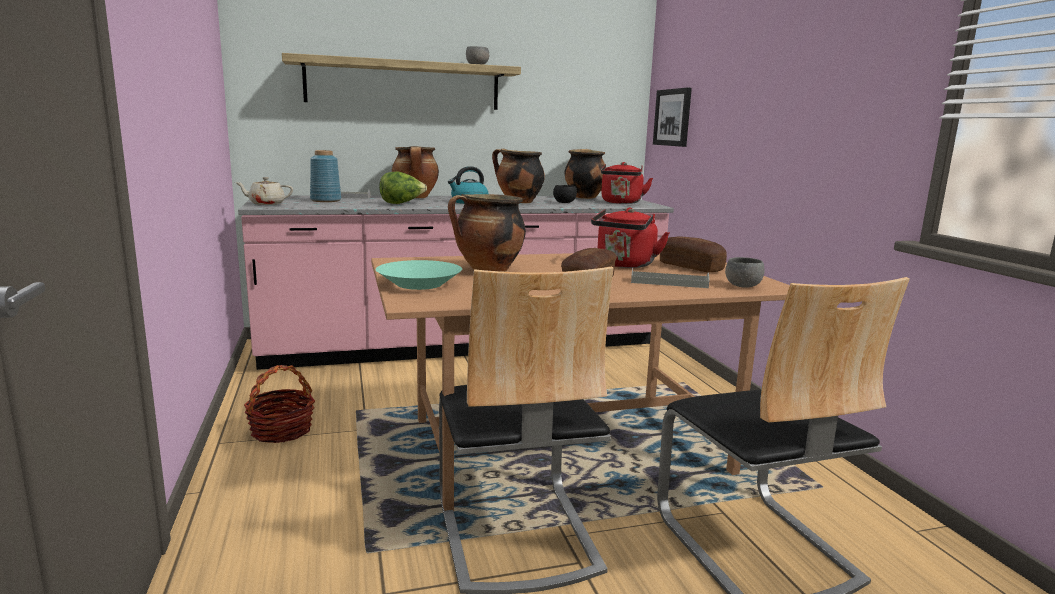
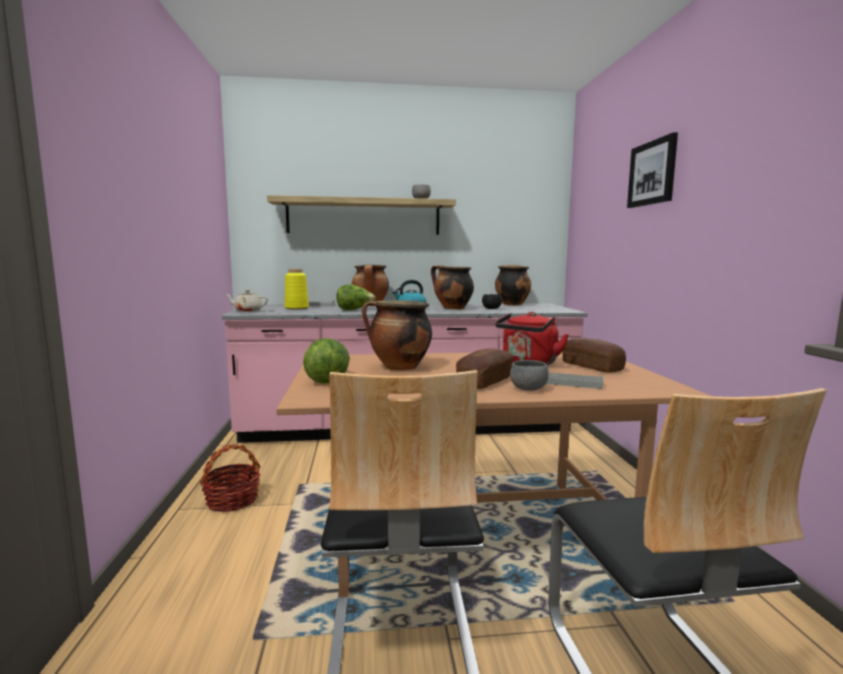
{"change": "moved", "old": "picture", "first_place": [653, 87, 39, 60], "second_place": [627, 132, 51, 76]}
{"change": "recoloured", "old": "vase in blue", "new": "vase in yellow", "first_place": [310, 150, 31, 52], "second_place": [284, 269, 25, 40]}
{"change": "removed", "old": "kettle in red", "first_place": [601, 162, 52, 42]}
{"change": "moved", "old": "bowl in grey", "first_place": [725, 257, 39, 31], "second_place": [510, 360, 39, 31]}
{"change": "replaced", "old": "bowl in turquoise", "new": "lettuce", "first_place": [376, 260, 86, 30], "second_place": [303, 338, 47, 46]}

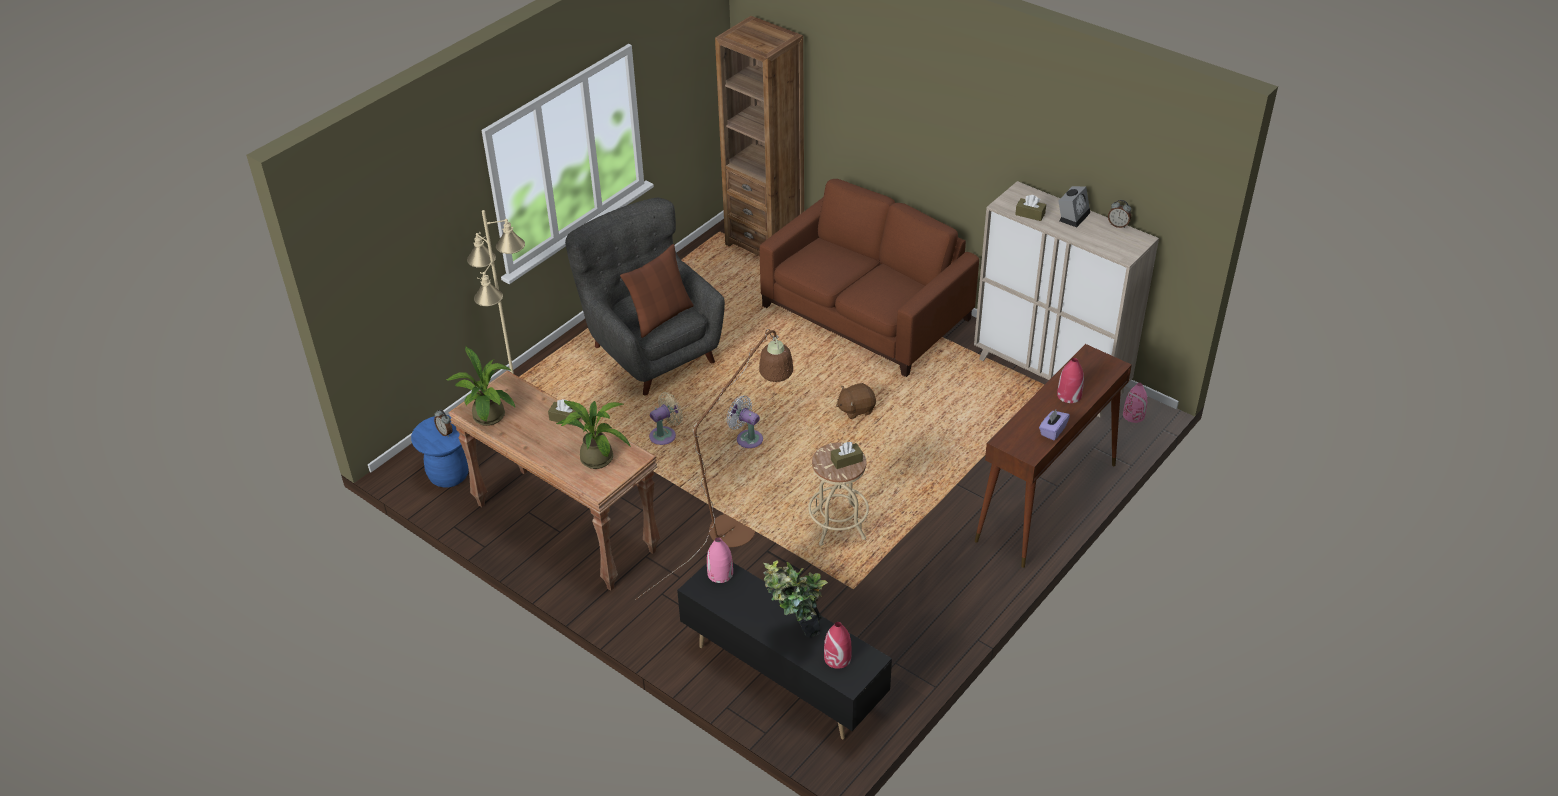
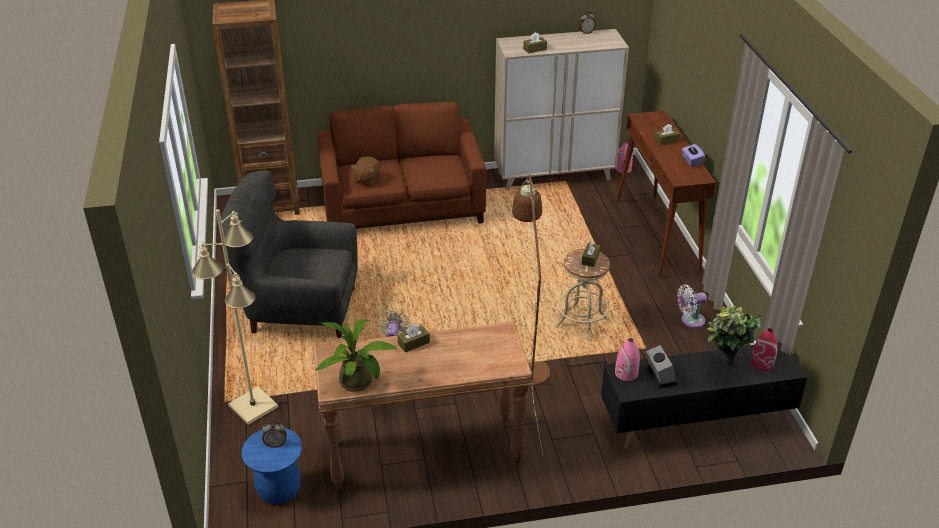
{"change": "moved", "old": "alarm clock", "first_place": [1059, 186, 31, 41], "second_place": [646, 345, 31, 44]}
{"change": "removed", "old": "pillow in brown", "first_place": [620, 244, 74, 94]}
{"change": "replaced", "old": "vase in red", "new": "tissue box in brown", "first_place": [1057, 358, 27, 45], "second_place": [654, 124, 26, 22]}
{"change": "moved", "old": "plush toy in brown", "first_place": [836, 383, 40, 36], "second_place": [350, 157, 31, 29]}
{"change": "moved", "old": "fan in white", "first_place": [726, 395, 37, 53], "second_place": [677, 285, 30, 43]}
{"change": "removed", "old": "potted plant", "first_place": [556, 400, 75, 69]}

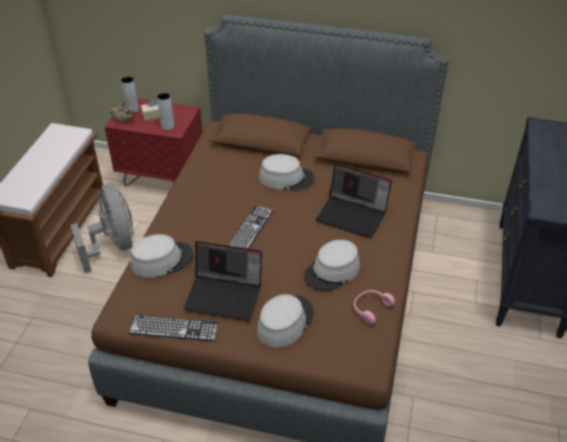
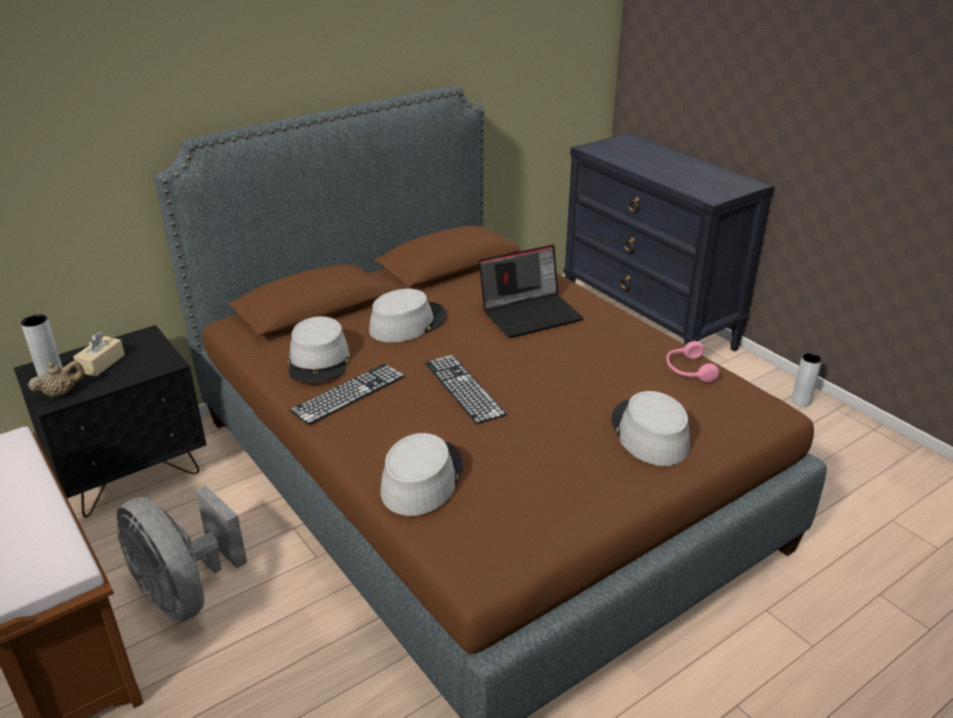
{"change": "moved", "old": "vase in grey", "first_place": [157, 93, 17, 37], "second_place": [791, 353, 31, 54]}
{"change": "recoloured", "old": "nightstand in red", "new": "nightstand in black", "first_place": [105, 98, 97, 88], "second_place": [14, 325, 193, 192]}
{"change": "turned", "old": "fan in grey", "first_place": [71, 184, 63, 89], "second_place": [117, 485, 130, 138], "degrees": -150}
{"change": "moved", "old": "hat in grey", "first_place": [304, 240, 56, 51], "second_place": [288, 316, 62, 67]}
{"change": "removed", "old": "laptop", "first_place": [184, 241, 78, 79]}
{"change": "moved", "old": "keyboard", "first_place": [129, 315, 89, 26], "second_place": [290, 364, 115, 61]}

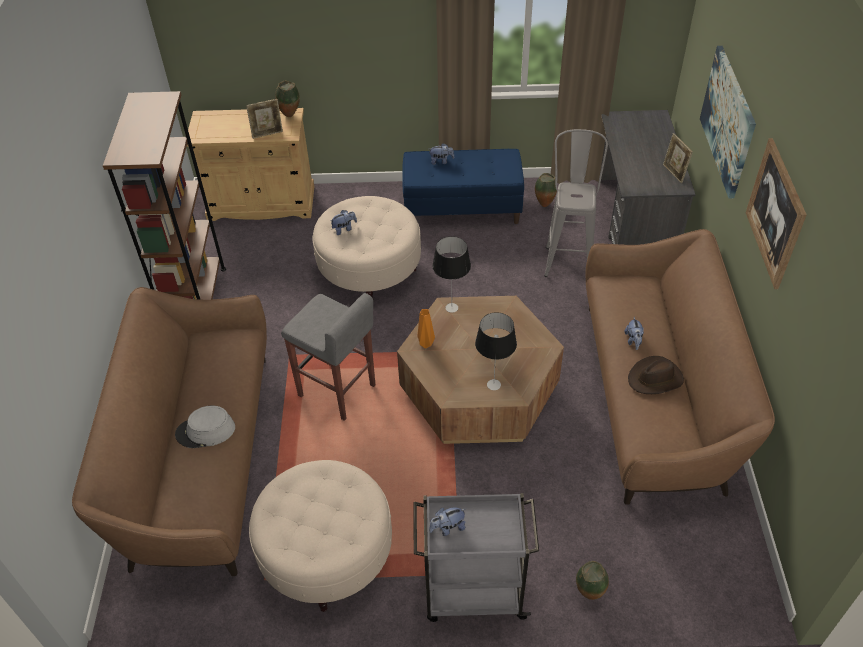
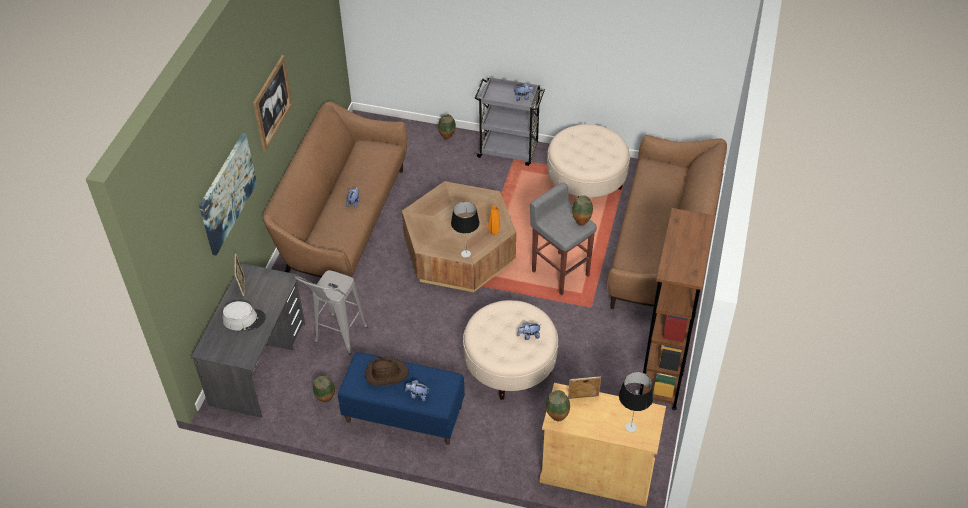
{"change": "moved", "old": "table lamp", "first_place": [475, 312, 42, 78], "second_place": [619, 372, 34, 60]}
{"change": "moved", "old": "hat in brown", "first_place": [628, 356, 56, 38], "second_place": [365, 357, 44, 29]}
{"change": "moved", "old": "hat in grey", "first_place": [175, 406, 60, 42], "second_place": [223, 301, 43, 30]}
{"change": "added", "new": "vase", "second_place": [572, 195, 21, 31]}

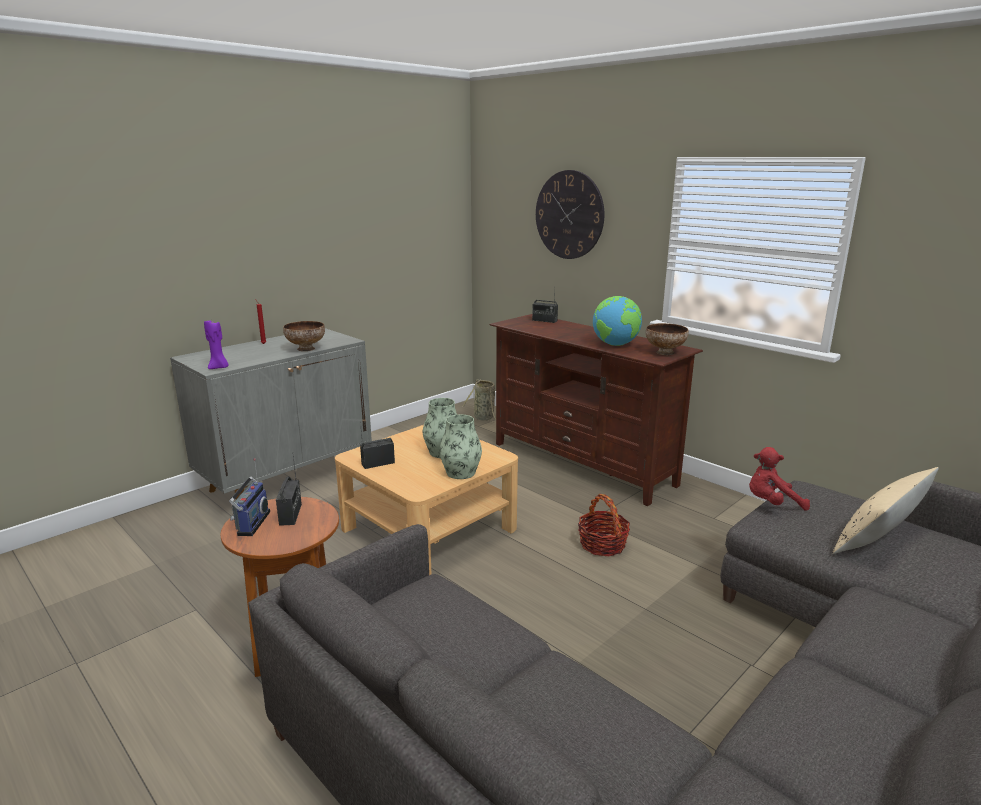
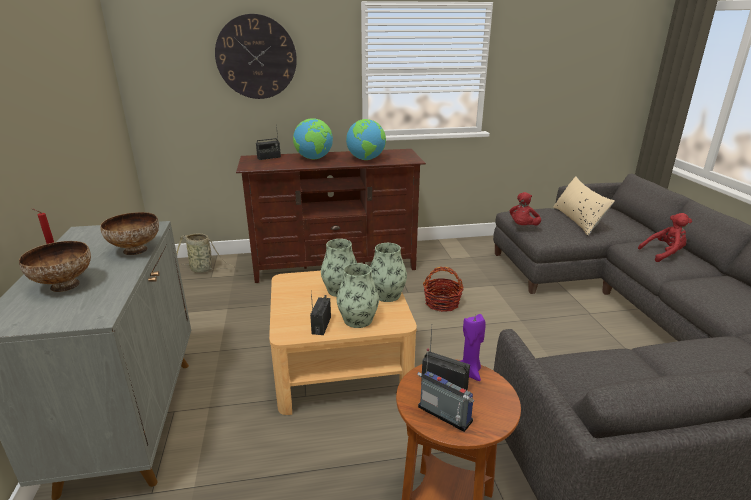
{"change": "moved", "old": "candle in purple", "first_place": [204, 318, 25, 51], "second_place": [461, 314, 25, 67]}
{"change": "moved", "old": "bowl", "first_place": [646, 323, 43, 32], "second_place": [19, 241, 72, 51]}
{"change": "added", "new": "globe", "second_place": [293, 118, 40, 41]}
{"change": "added", "new": "plush toy in red", "second_place": [638, 213, 54, 49]}
{"change": "added", "new": "vase", "second_place": [337, 263, 42, 65]}

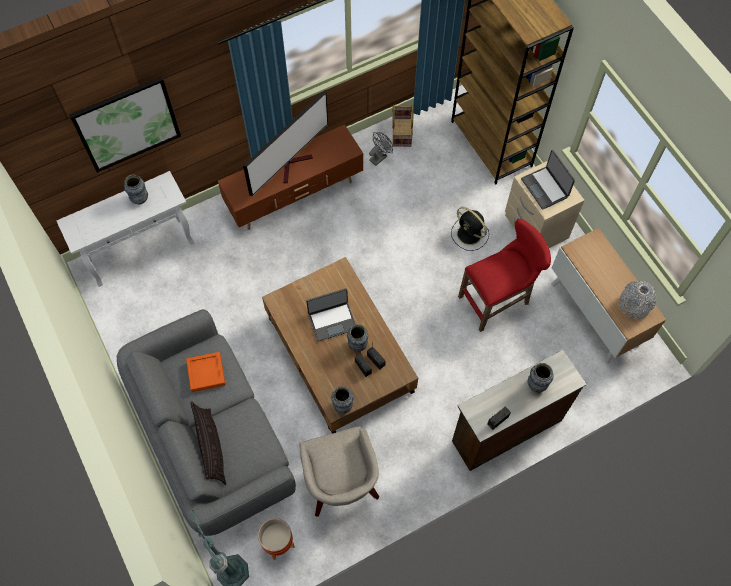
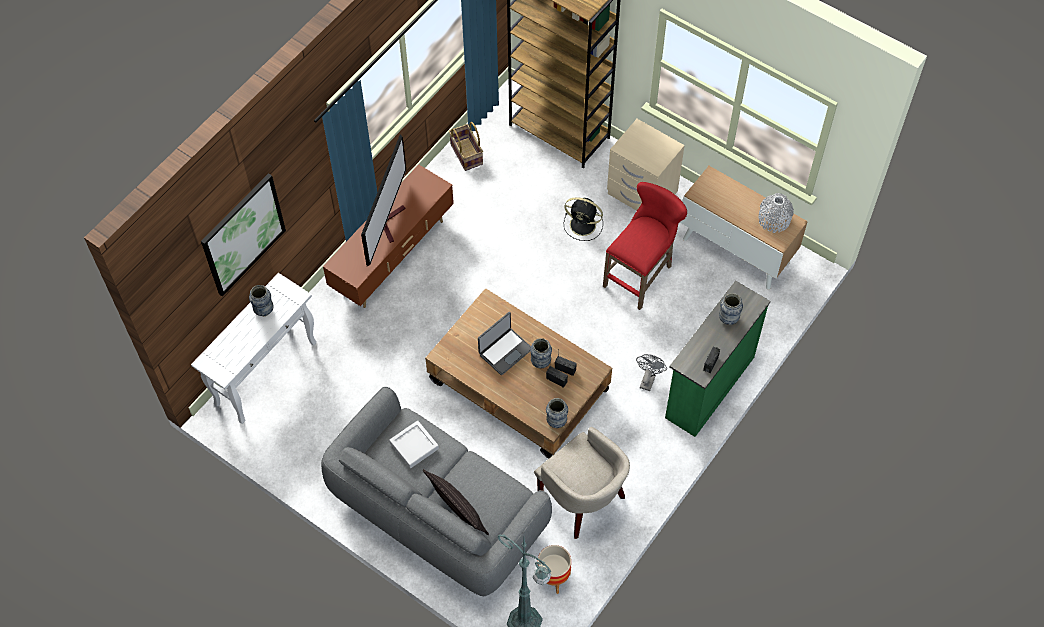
{"change": "moved", "old": "fan in grey", "first_place": [369, 132, 24, 34], "second_place": [636, 354, 31, 37]}
{"change": "removed", "old": "laptop", "first_place": [521, 150, 54, 60]}
{"change": "recoloured", "old": "dresser in brown", "new": "dresser in green", "first_place": [452, 350, 135, 121], "second_place": [665, 280, 106, 157]}
{"change": "recoloured", "old": "tray in orange", "new": "tray in grey", "first_place": [186, 352, 40, 40], "second_place": [389, 420, 50, 48]}

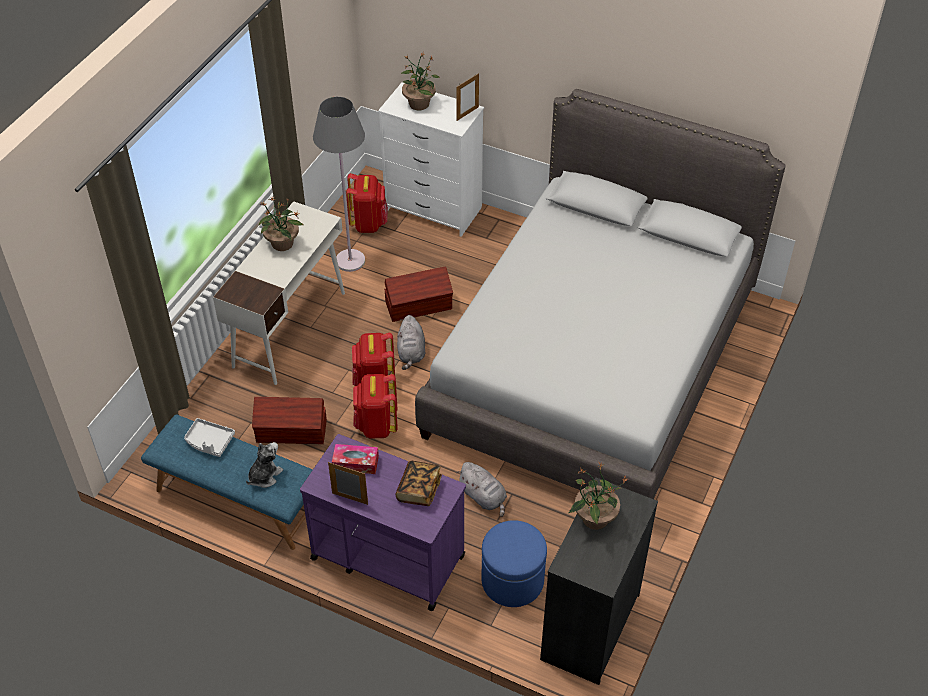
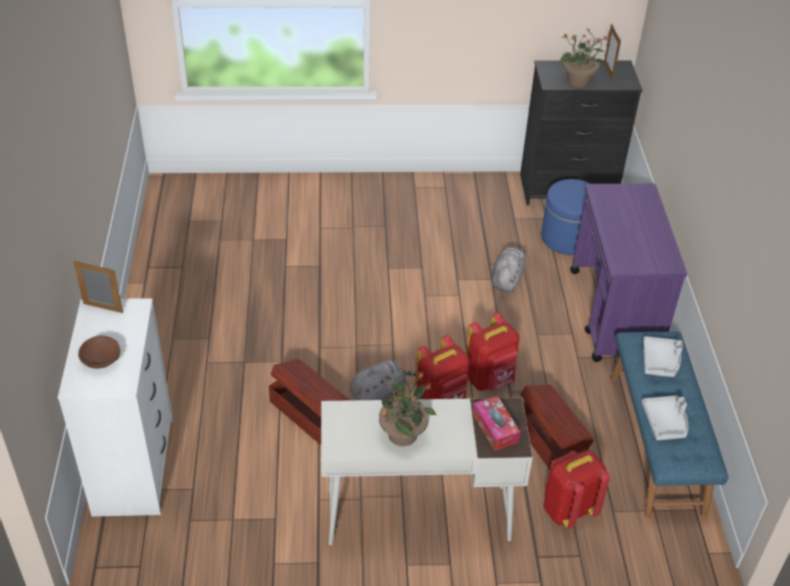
{"change": "replaced", "old": "potted plant", "new": "bowl in brown", "first_place": [401, 53, 39, 57], "second_place": [78, 336, 42, 33]}
{"change": "removed", "old": "bed in grey", "first_place": [415, 89, 371, 410]}
{"change": "removed", "old": "floor lamp in grey", "first_place": [313, 97, 52, 175]}
{"change": "moved", "old": "backpack in red", "first_place": [346, 173, 42, 60], "second_place": [543, 451, 67, 78]}
{"change": "replaced", "old": "plush toy", "new": "tray in grey", "first_place": [246, 442, 37, 46], "second_place": [643, 336, 40, 41]}
{"change": "moved", "old": "tissue box", "first_place": [332, 444, 47, 30], "second_place": [473, 396, 47, 54]}
{"change": "removed", "old": "book", "first_place": [396, 461, 46, 45]}
{"change": "moved", "old": "picture frame", "first_place": [328, 462, 40, 43], "second_place": [604, 24, 17, 56]}

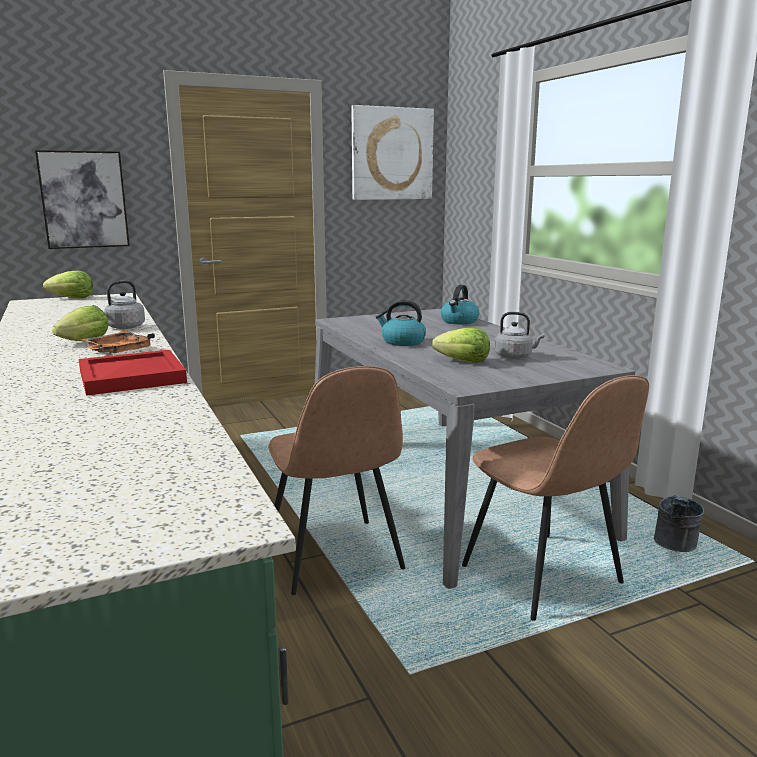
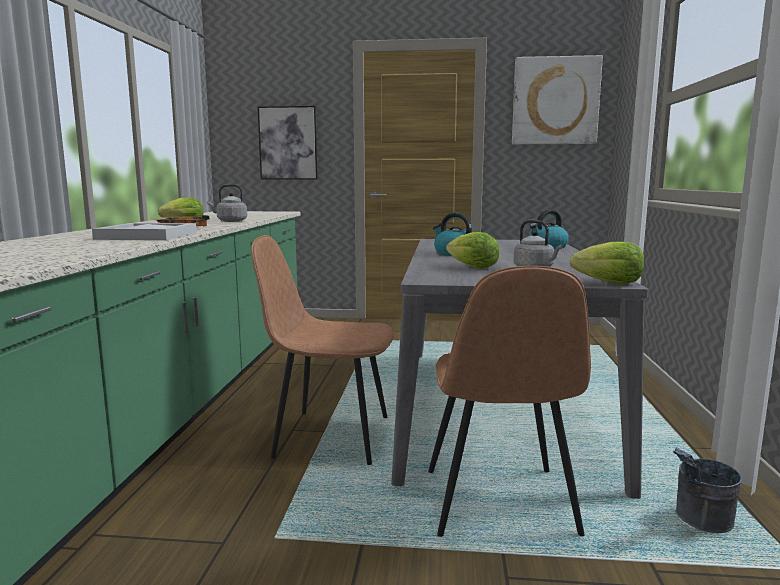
{"change": "moved", "old": "lettuce", "first_place": [43, 271, 50, 28], "second_place": [570, 241, 74, 43]}
{"change": "recoloured", "old": "tray in red", "new": "tray in white", "first_place": [79, 350, 108, 46], "second_place": [92, 223, 105, 17]}
{"change": "turned", "old": "chair in brown", "first_place": [268, 366, 137, 229], "second_place": [251, 235, 143, 230], "degrees": 90}

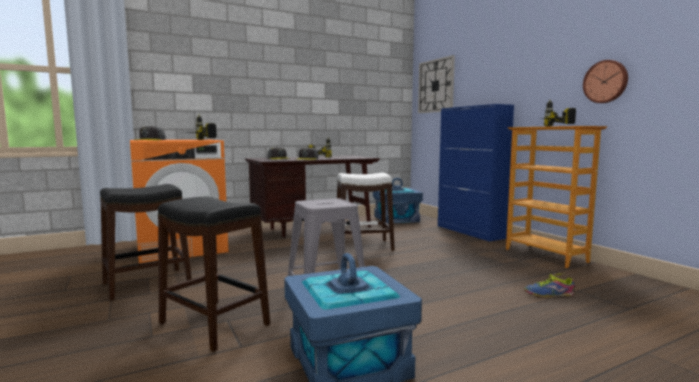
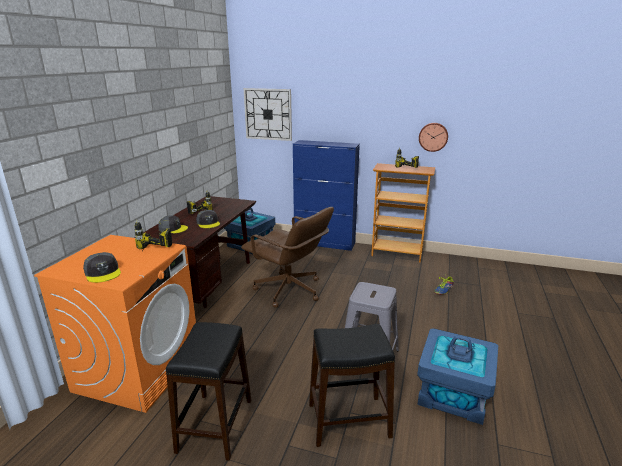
{"change": "replaced", "old": "stool in white", "new": "office chair in brown", "first_place": [337, 173, 58, 78], "second_place": [241, 207, 93, 101]}

